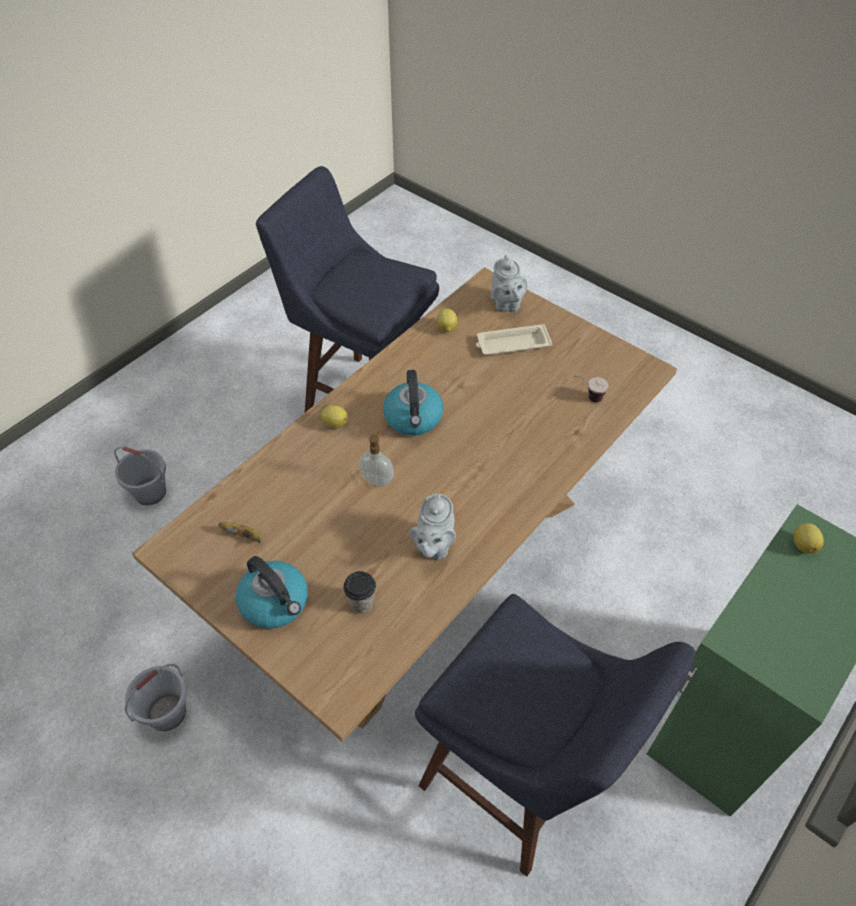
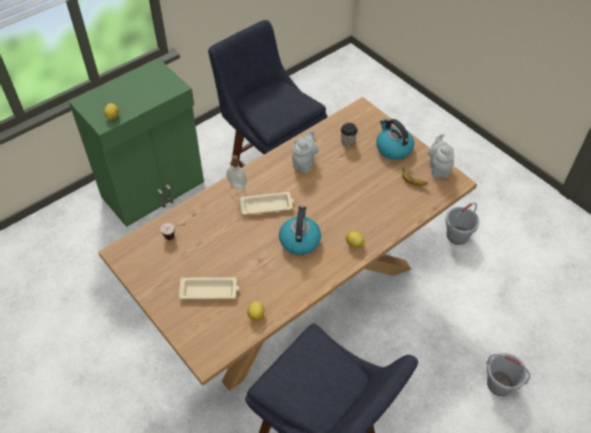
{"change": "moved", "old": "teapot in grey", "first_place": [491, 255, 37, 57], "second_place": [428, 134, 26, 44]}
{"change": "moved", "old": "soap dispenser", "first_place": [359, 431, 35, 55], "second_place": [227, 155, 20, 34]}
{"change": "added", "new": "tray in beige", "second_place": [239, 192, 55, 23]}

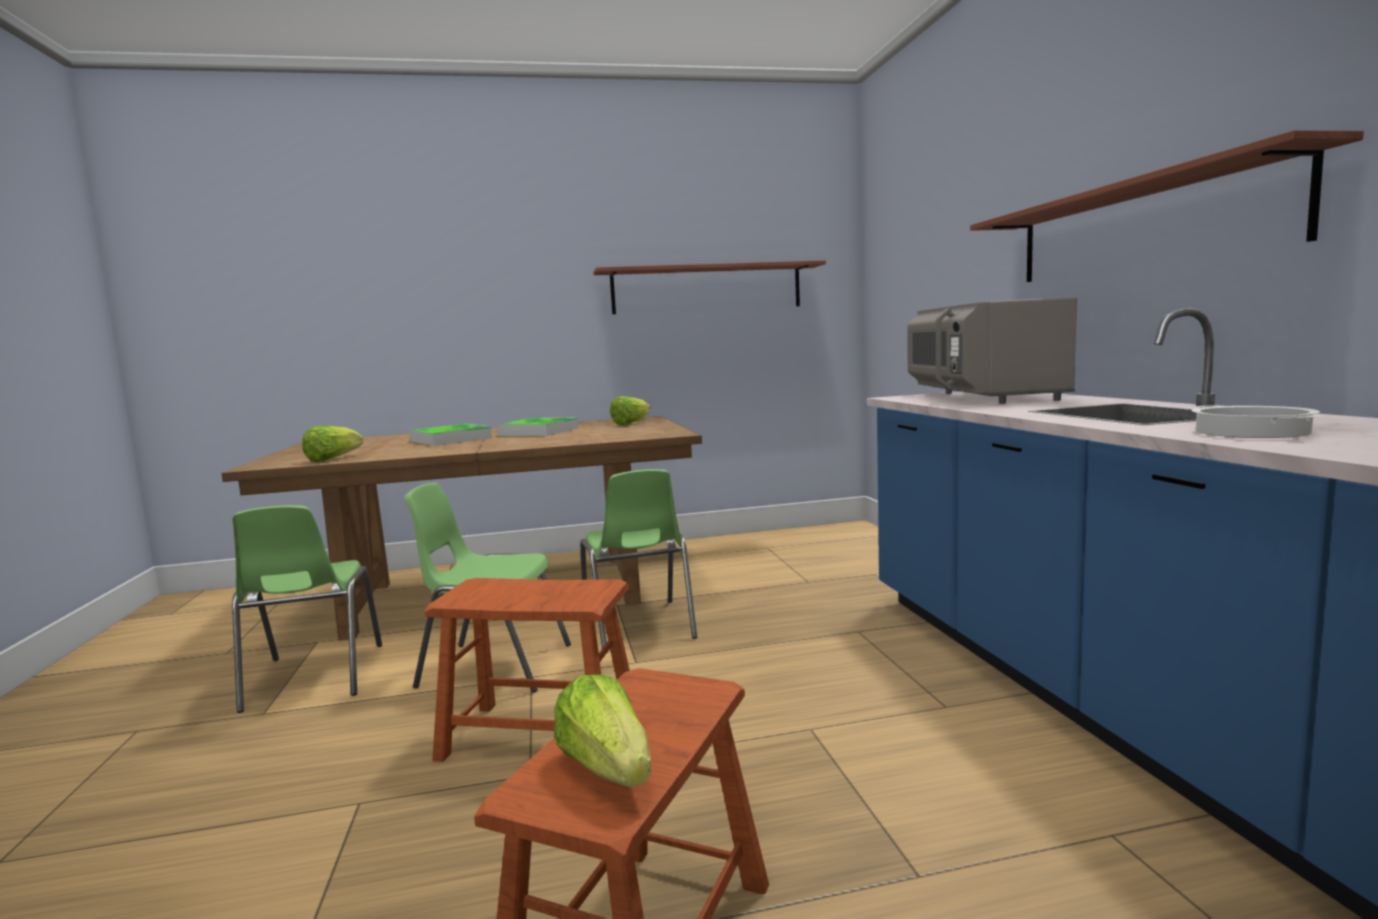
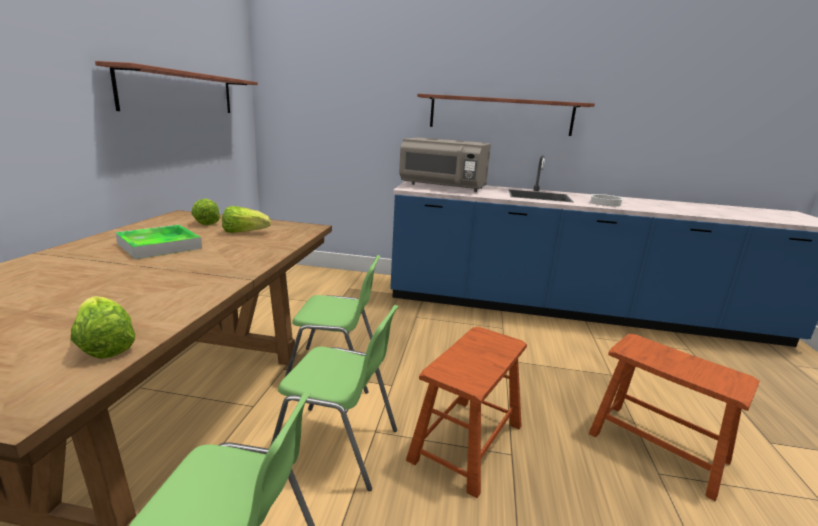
{"change": "removed", "old": "tray", "first_place": [410, 424, 82, 22]}
{"change": "turned", "old": "chair in green", "first_place": [405, 483, 166, 210], "second_place": [271, 305, 128, 186], "degrees": -105}
{"change": "moved", "old": "lettuce", "first_place": [554, 674, 97, 113], "second_place": [222, 206, 49, 27]}

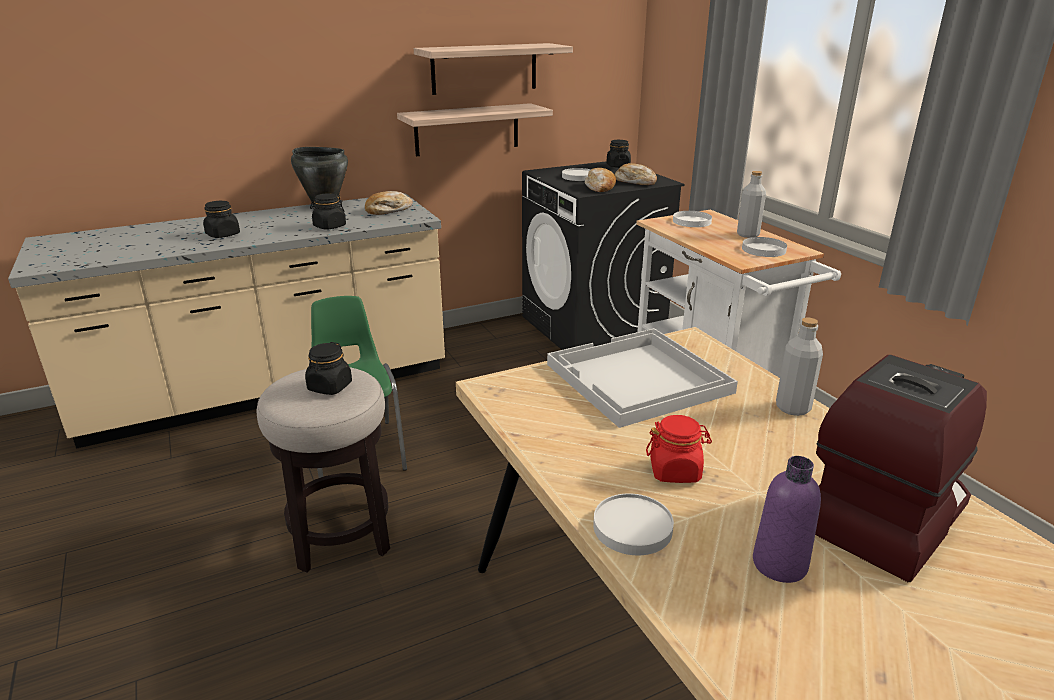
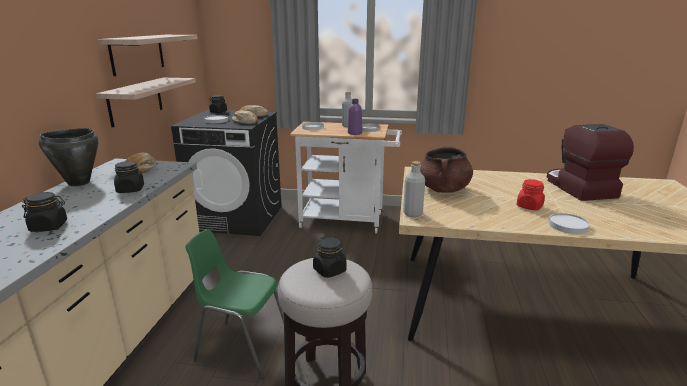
{"change": "moved", "old": "bottle in grey", "first_place": [776, 317, 47, 99], "second_place": [403, 161, 22, 56]}
{"change": "replaced", "old": "tray in white", "new": "cooking pot in brown", "first_place": [547, 328, 191, 100], "second_place": [420, 146, 53, 47]}
{"change": "moved", "old": "bottle in purple", "first_place": [753, 456, 68, 127], "second_place": [348, 99, 14, 36]}

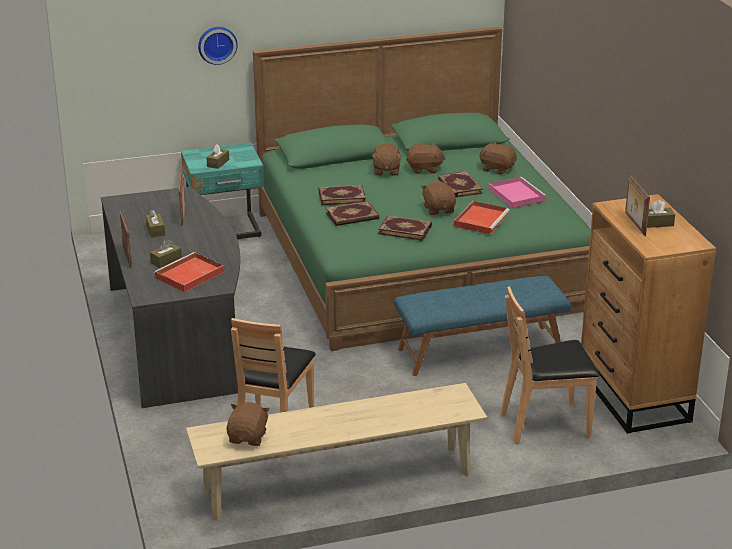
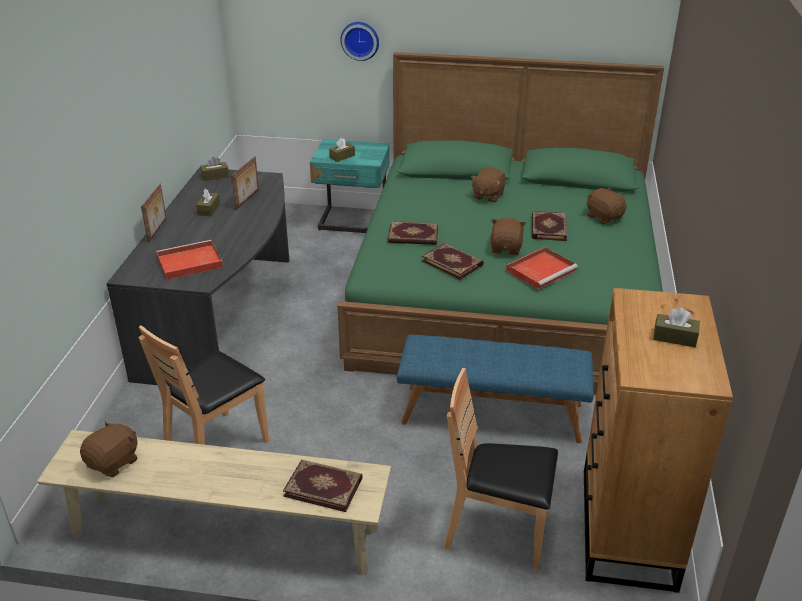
{"change": "removed", "old": "plush toy in brown", "first_place": [406, 143, 40, 31]}
{"change": "removed", "old": "picture frame", "first_place": [625, 174, 25, 62]}
{"change": "removed", "old": "tray in pink", "first_place": [488, 177, 59, 31]}
{"change": "moved", "old": "book", "first_place": [318, 185, 48, 20], "second_place": [283, 460, 80, 52]}
{"change": "moved", "old": "tissue box in brown", "first_place": [150, 240, 32, 28], "second_place": [200, 157, 29, 24]}

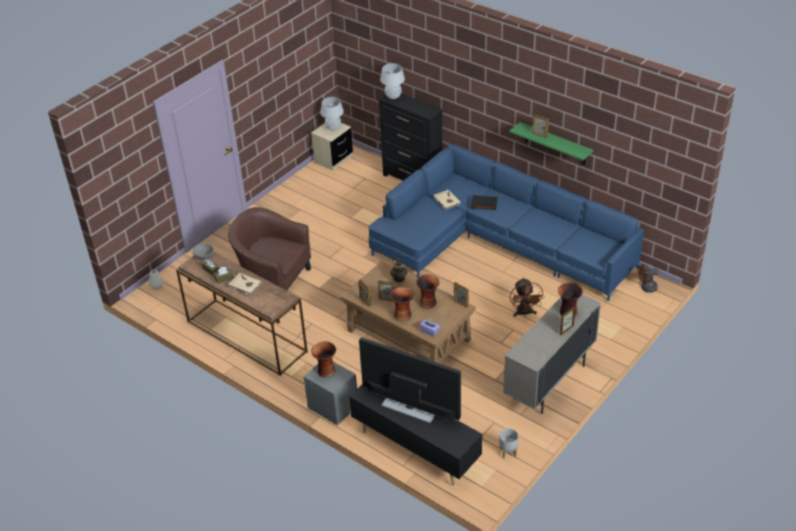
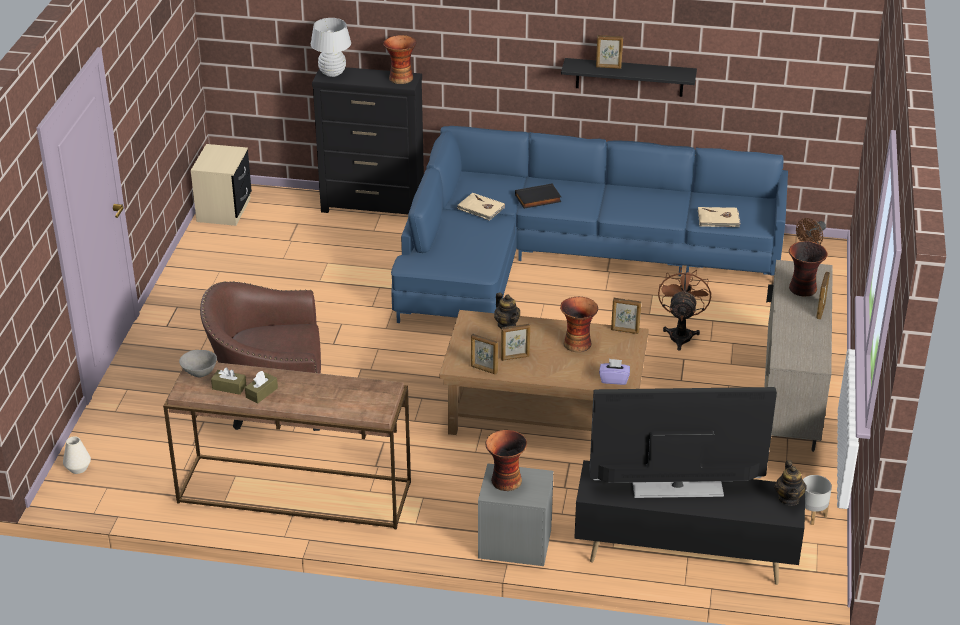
{"change": "removed", "old": "table lamp in white", "first_place": [320, 97, 24, 34]}
{"change": "recoloured", "old": "shelf in green", "new": "shelf in black", "first_place": [509, 122, 84, 43], "second_place": [561, 58, 136, 39]}
{"change": "moved", "old": "book in beige", "first_place": [228, 273, 34, 23], "second_place": [698, 207, 43, 20]}
{"change": "turned", "old": "fan in brown", "first_place": [510, 278, 35, 39], "second_place": [658, 267, 53, 84], "degrees": -135}
{"change": "moved", "old": "vase", "first_place": [390, 287, 24, 34], "second_place": [383, 35, 34, 49]}
{"change": "added", "new": "teapot", "second_place": [774, 460, 33, 46]}

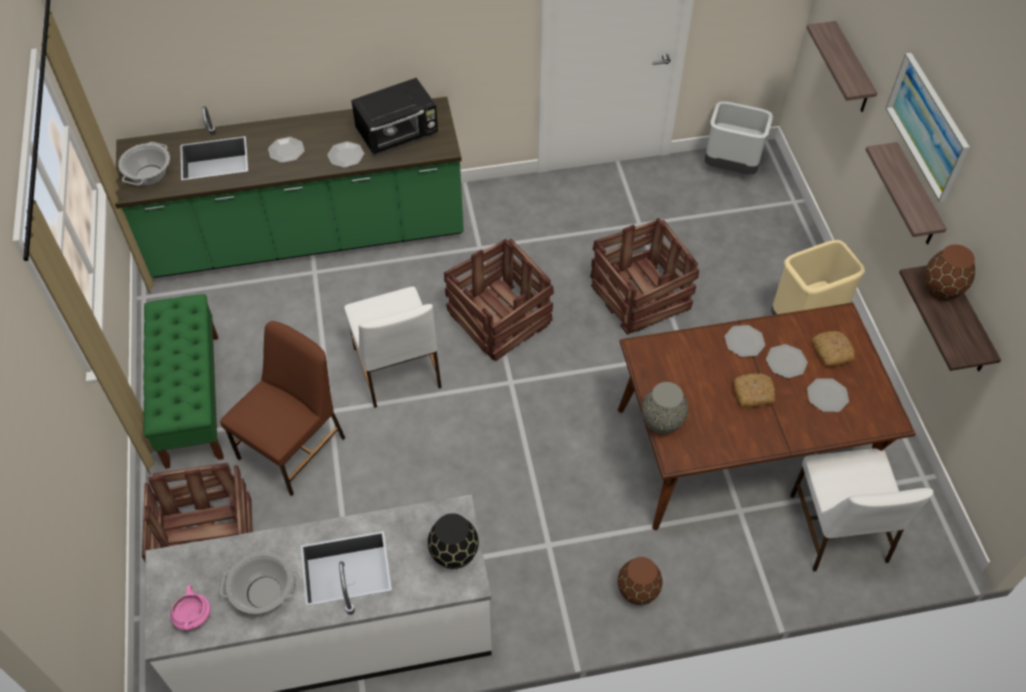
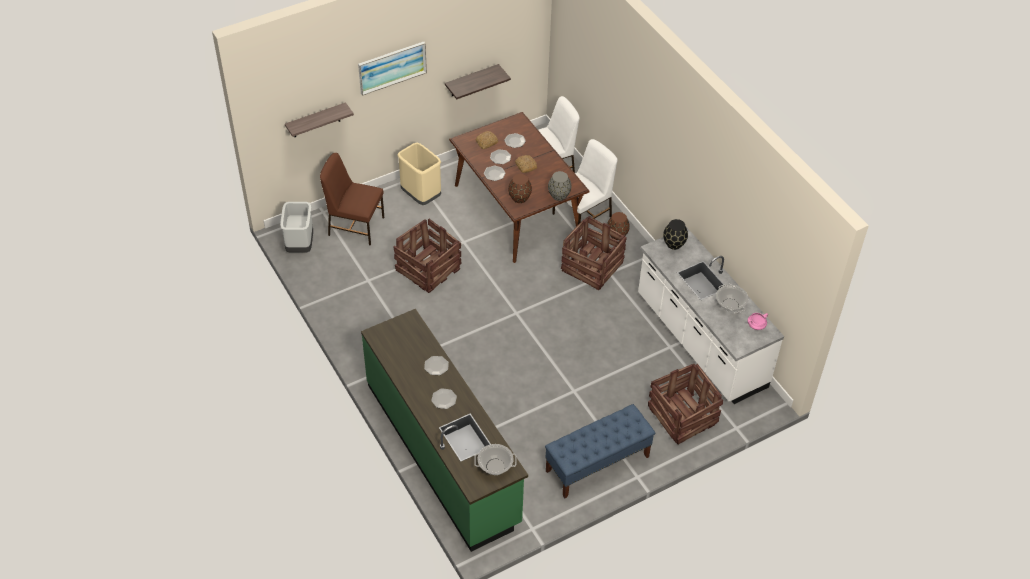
{"change": "removed", "old": "microwave in black", "first_place": [351, 77, 87, 78]}
{"change": "removed", "old": "shelf", "first_place": [866, 142, 81, 102]}
{"change": "moved", "old": "crate", "first_place": [444, 239, 110, 123], "second_place": [561, 216, 66, 74]}
{"change": "moved", "old": "vase in brown", "first_place": [925, 244, 50, 56], "second_place": [508, 174, 24, 29]}
{"change": "moved", "old": "chair in white", "first_place": [344, 286, 98, 122], "second_place": [552, 139, 65, 86]}
{"change": "recoloured", "old": "bench in green", "new": "bench in blue", "first_place": [144, 294, 80, 175], "second_place": [545, 404, 110, 94]}
{"change": "moved", "old": "chair in brown", "first_place": [220, 321, 125, 175], "second_place": [320, 153, 64, 93]}

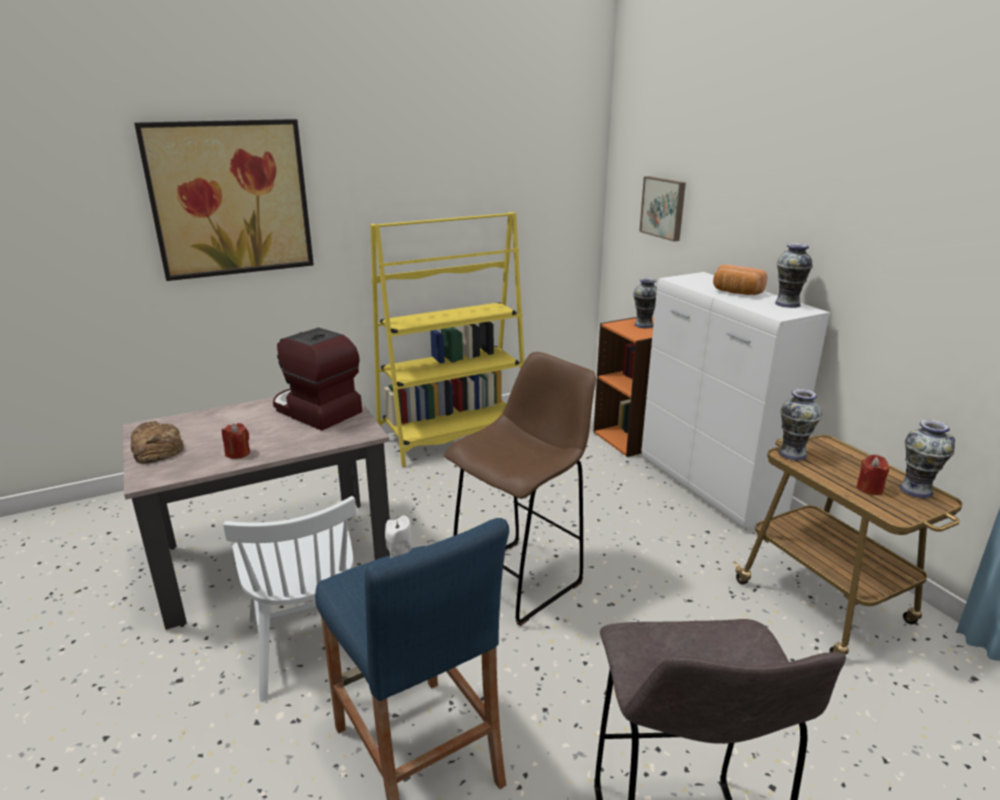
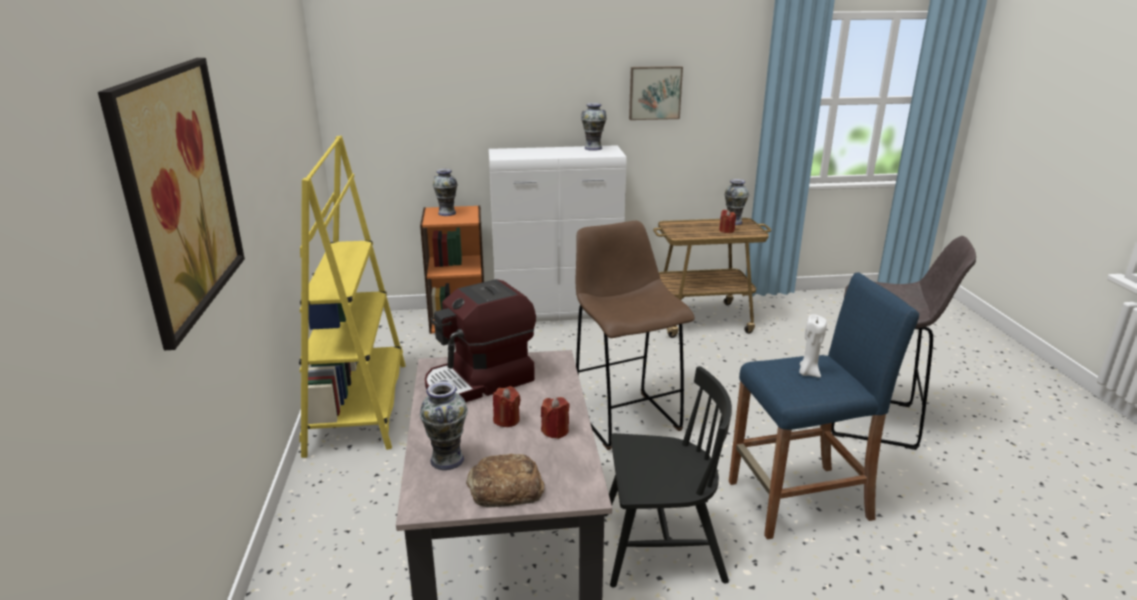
{"change": "moved", "old": "picture", "first_place": [639, 176, 47, 65], "second_place": [629, 66, 54, 54]}
{"change": "removed", "old": "bread", "first_place": [713, 264, 54, 31]}
{"change": "moved", "old": "vase", "first_place": [778, 389, 44, 71], "second_place": [420, 381, 48, 89]}
{"change": "recoloured", "old": "chair in white", "new": "chair in black", "first_place": [223, 496, 133, 205], "second_place": [604, 366, 128, 222]}
{"change": "added", "new": "candle in red", "second_place": [493, 386, 28, 41]}

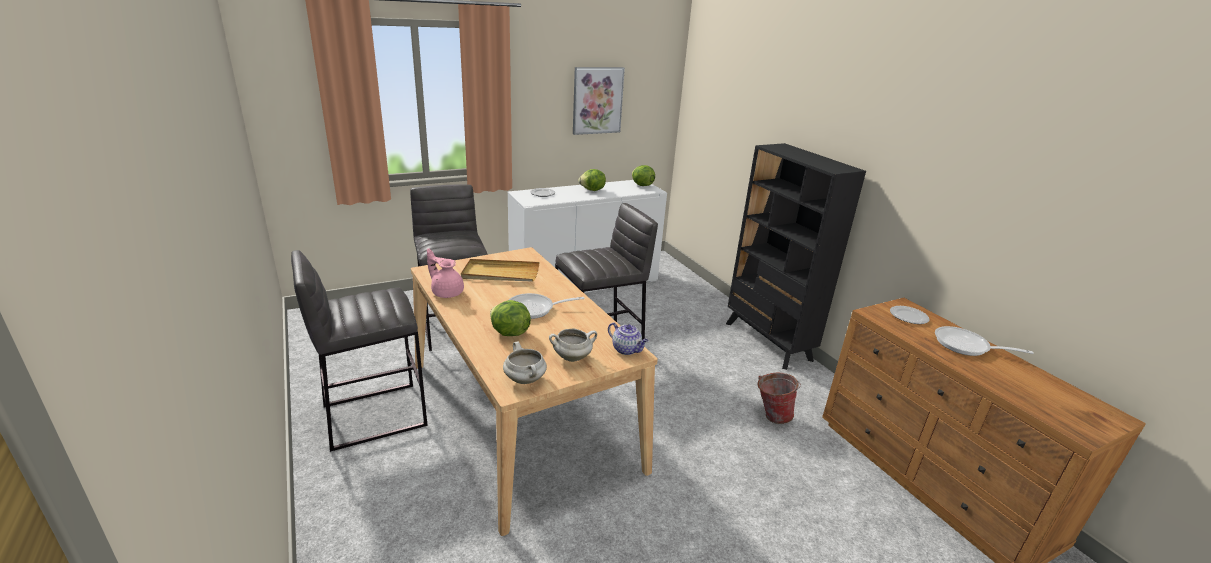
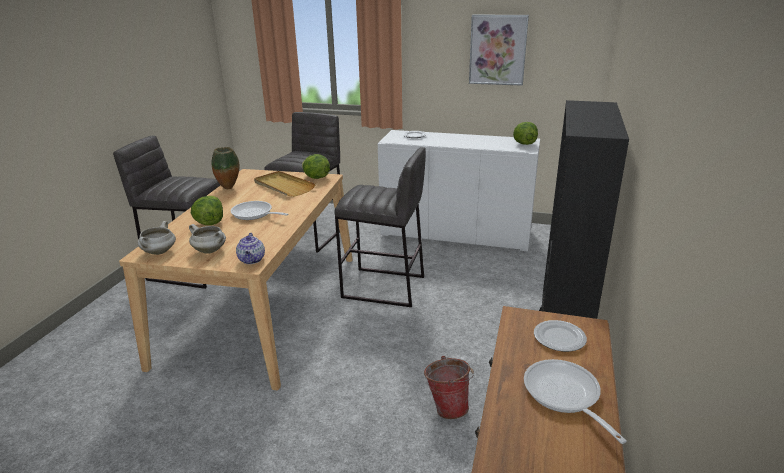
{"change": "moved", "old": "lettuce", "first_place": [578, 169, 28, 22], "second_place": [302, 154, 28, 25]}
{"change": "replaced", "old": "teapot in pink", "new": "vase", "first_place": [427, 248, 37, 50], "second_place": [212, 147, 28, 42]}

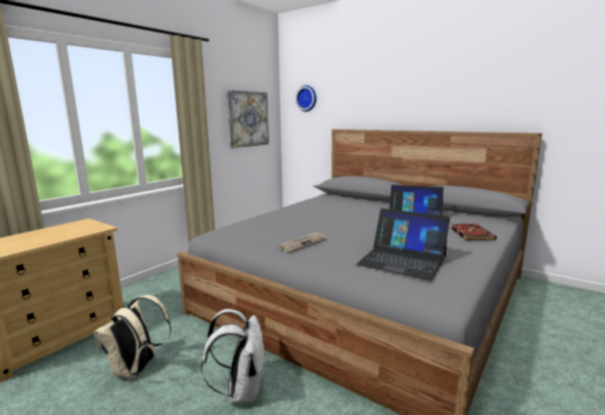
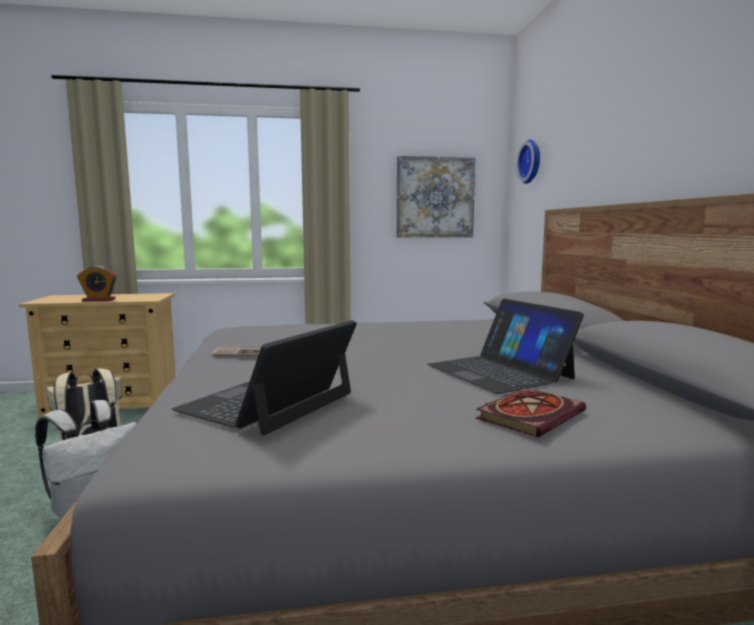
{"change": "turned", "old": "laptop", "first_place": [356, 208, 94, 73], "second_place": [172, 320, 185, 116], "degrees": 45}
{"change": "added", "new": "alarm clock", "second_place": [77, 266, 40, 35]}

